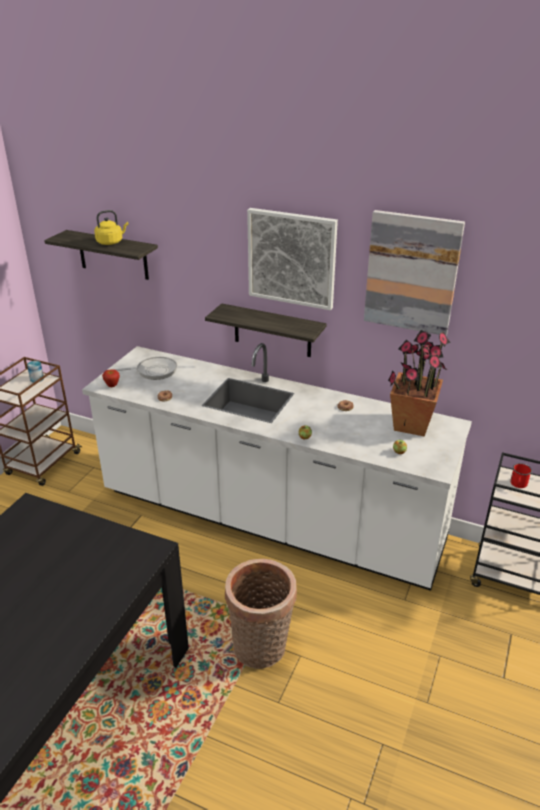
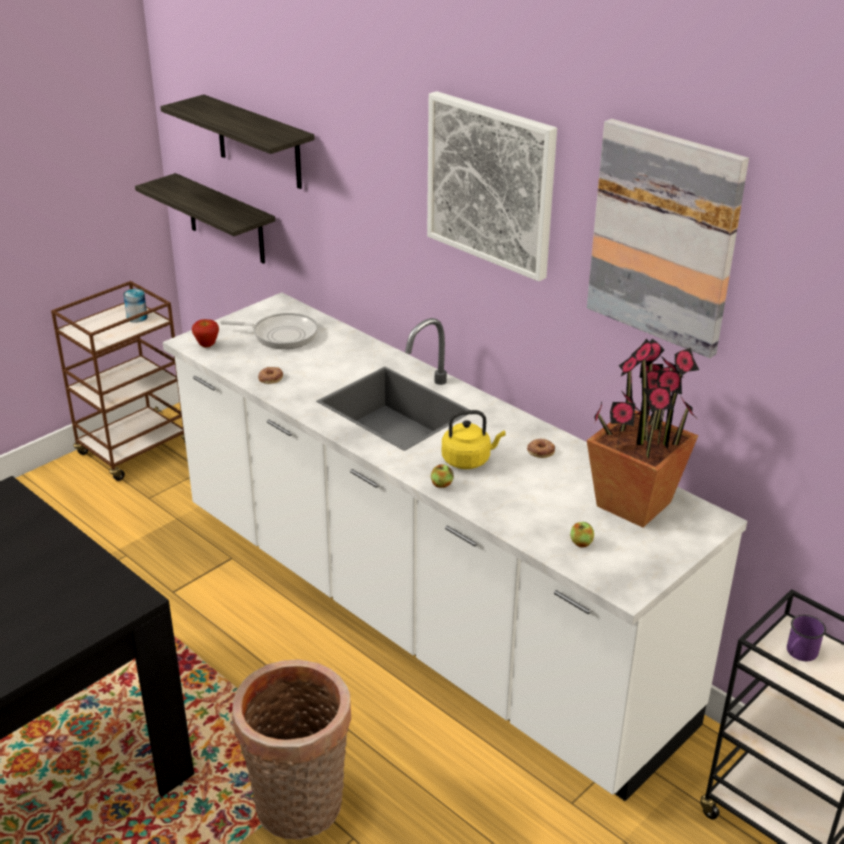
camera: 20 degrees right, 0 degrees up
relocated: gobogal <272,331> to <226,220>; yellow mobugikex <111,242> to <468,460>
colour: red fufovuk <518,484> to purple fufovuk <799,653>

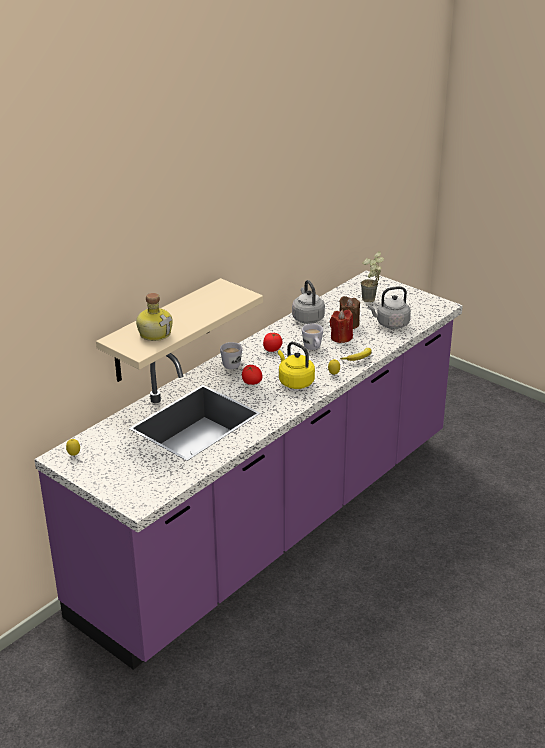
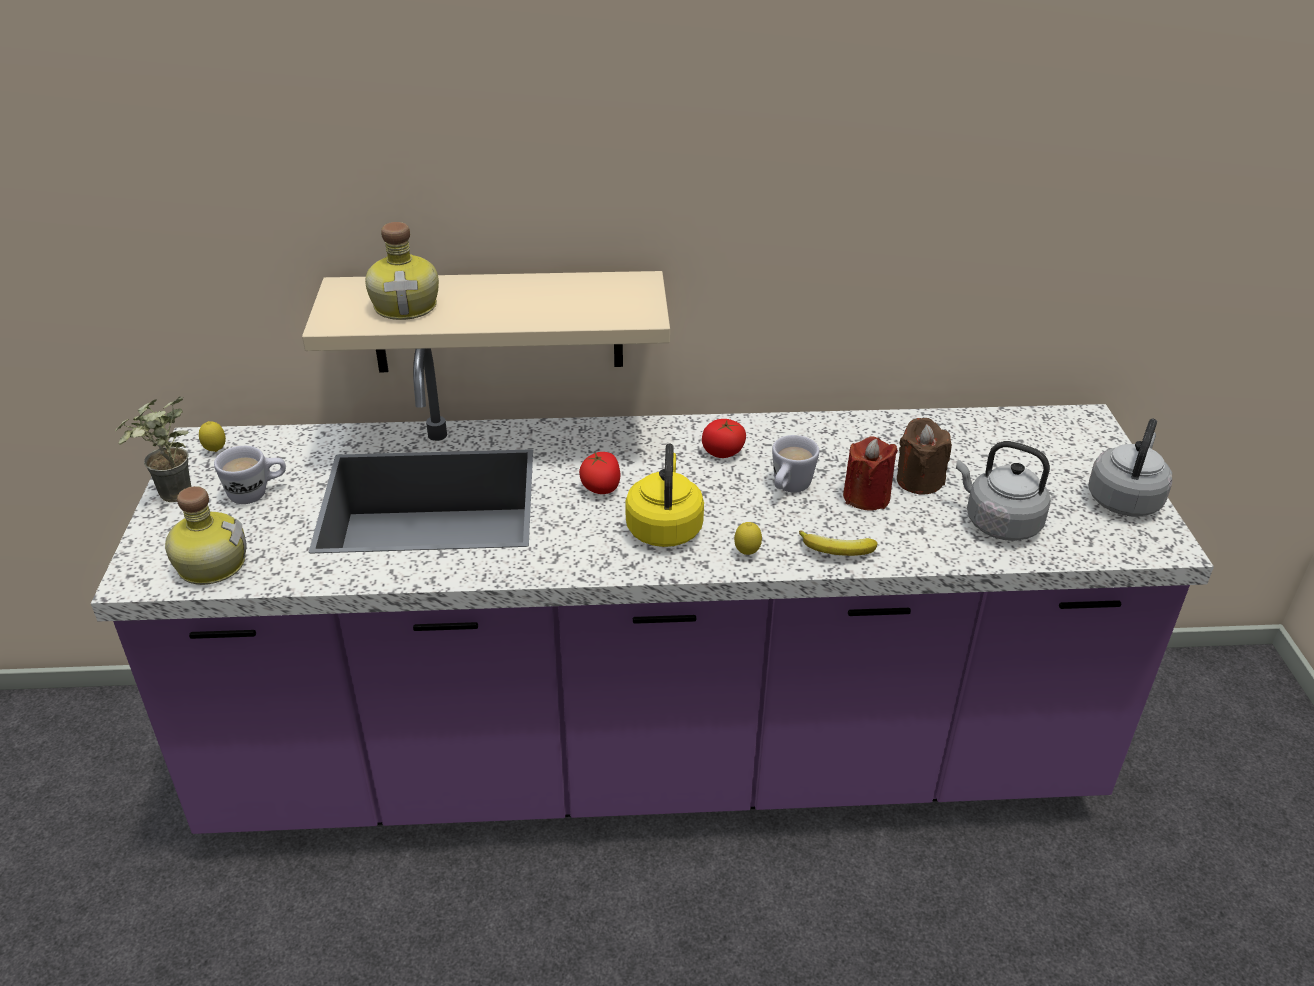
camera: 45 degrees right, 5 degrees up
appeared: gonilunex <210,564>
relocated: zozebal <371,301> to <172,500>; white fufovuk <233,363> to <257,493>; grey mobugikex <307,318> to <1124,499>

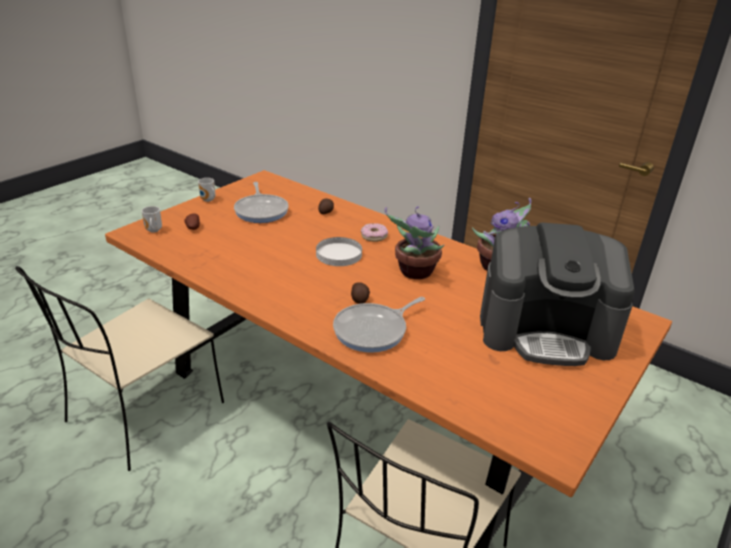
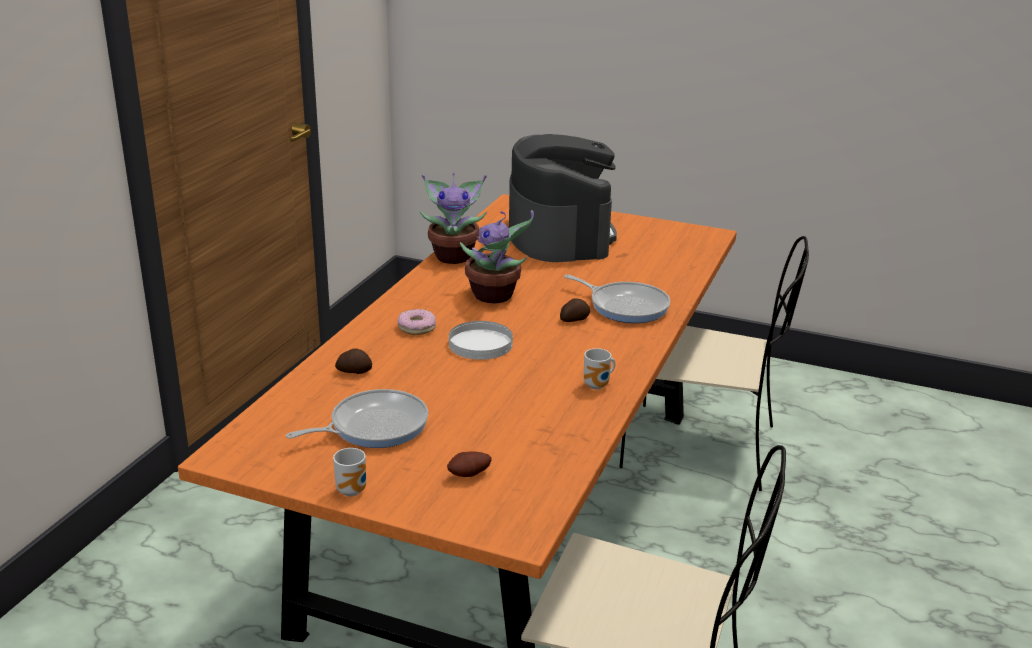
camera: 105 degrees left, 5 degrees down
relocated: fufovuk <153,231> to <598,386>

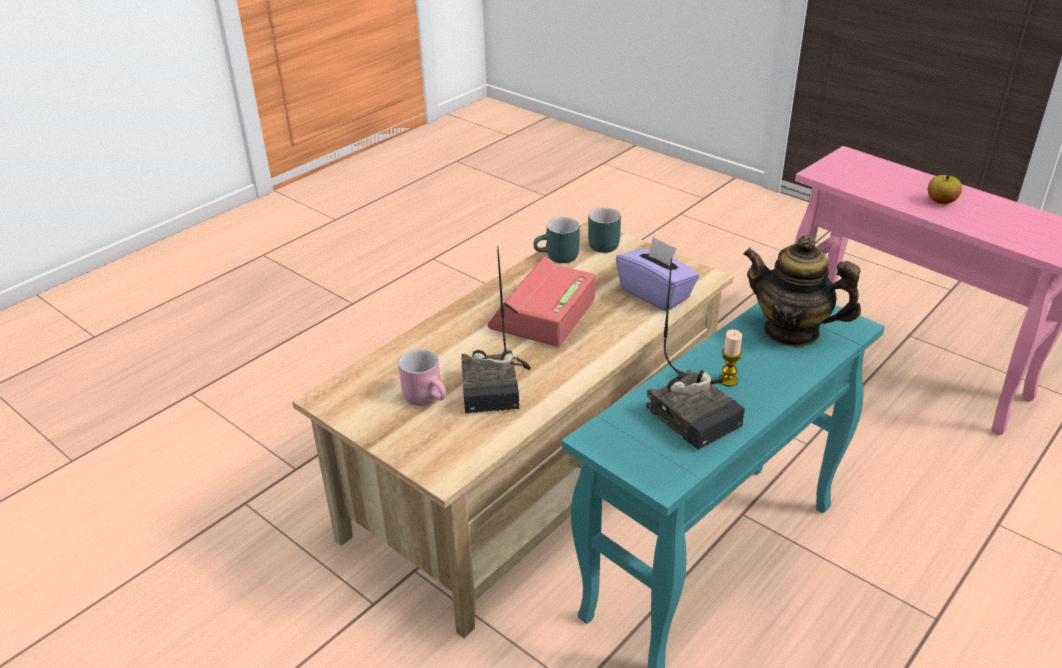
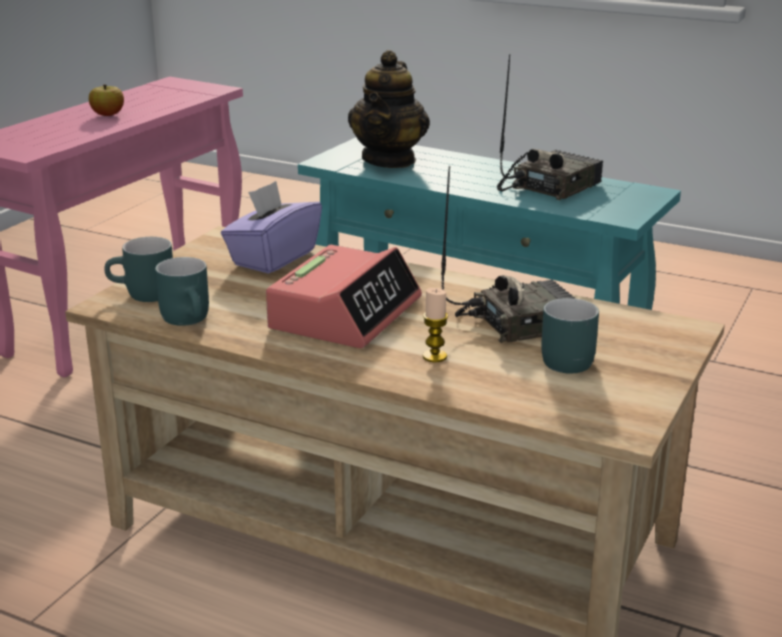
camera: 105 degrees left, 10 degrees down
relocated: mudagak <728,380> to <434,356>
colour: pink fufovuk <428,397> to turquoise fufovuk <567,358>
spun: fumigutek <543,314> = <345,313> 75 degrees counterclockwise

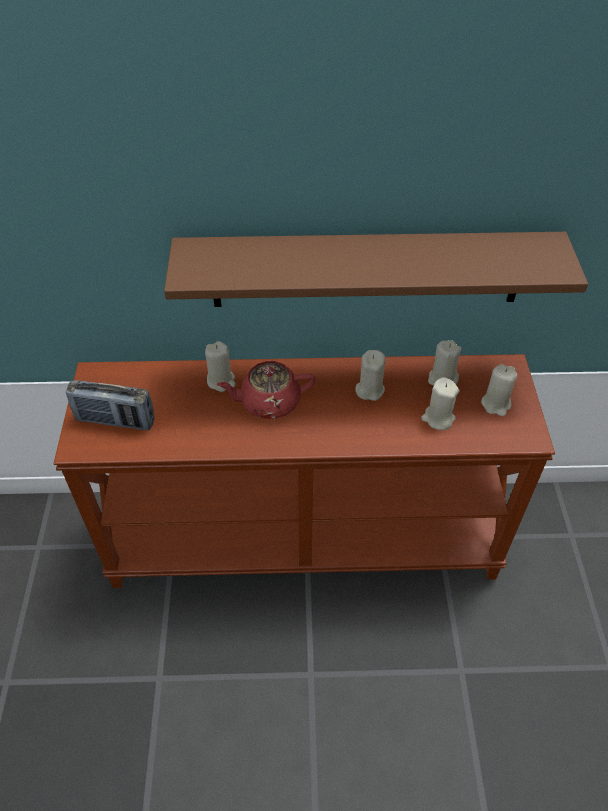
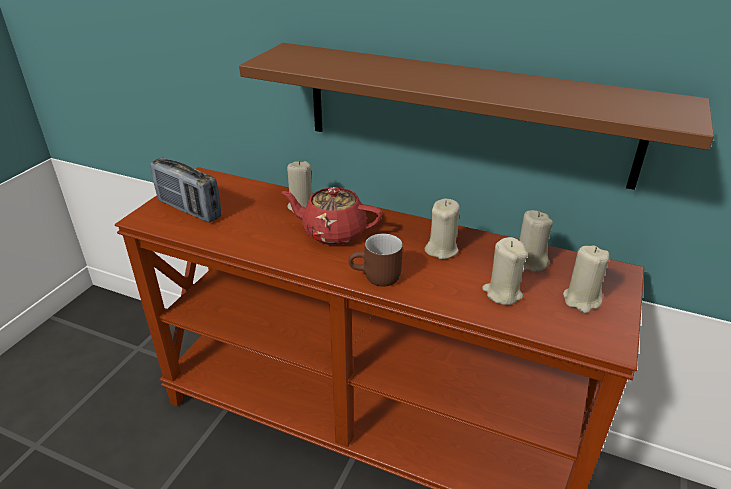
camera: 25 degrees right, 15 degrees down
appeared: brown fufovuk <376,278>

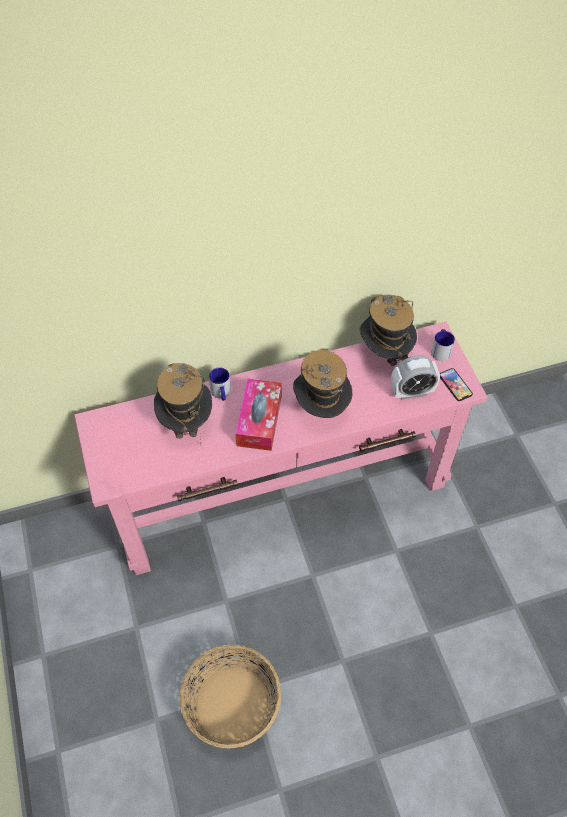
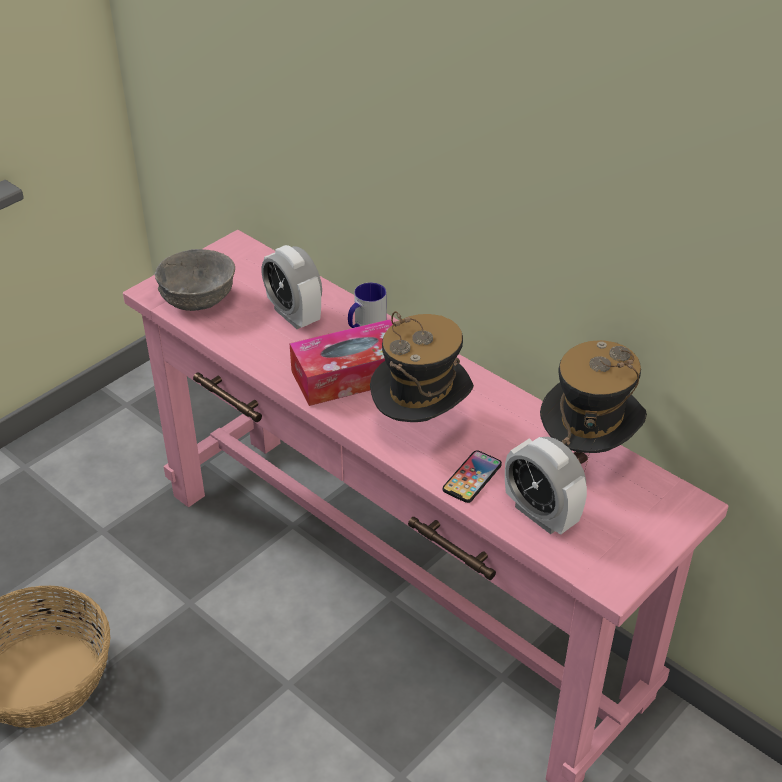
camera: 60 degrees right, 15 degrees down
missing: fufovuk <440,350>
appeared: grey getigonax <198,301>
relocated: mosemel <455,385> to <472,477>
exchanged: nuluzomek <186,423> to fumigutek <294,315>

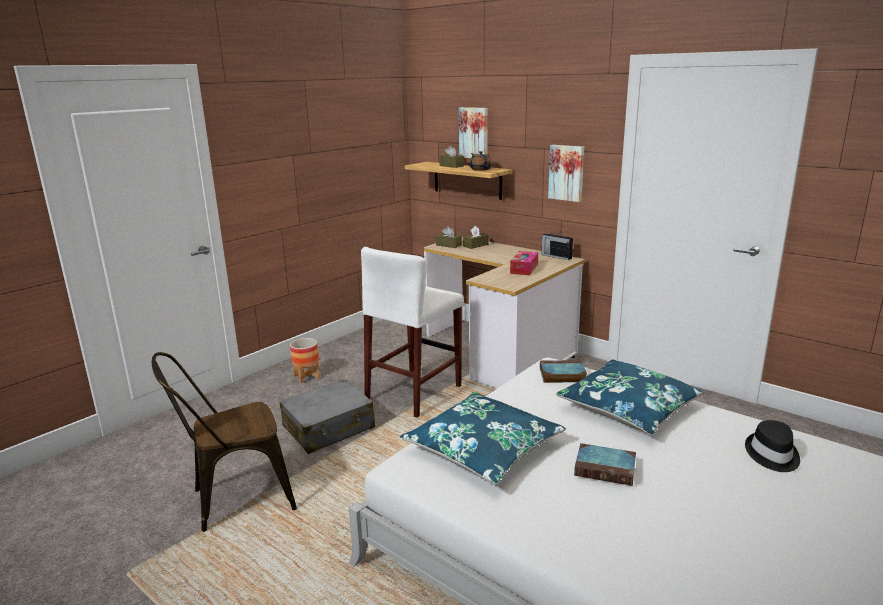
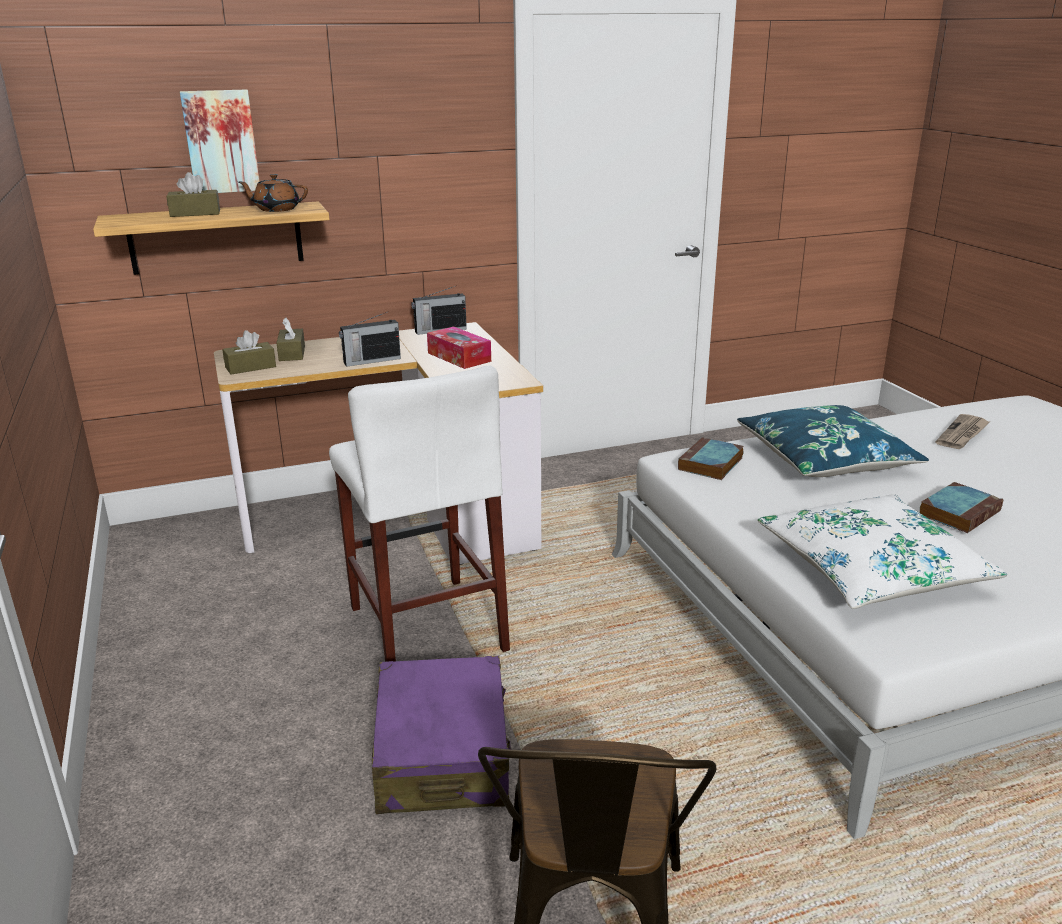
camera: 60 degrees left, 5 degrees up
missing: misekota <307,377>; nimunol <567,172>
appeared: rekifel <371,361>
exchanged: black nuluzomek <772,455> to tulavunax <962,434>
colour: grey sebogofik <329,428> to purple sebogofik <443,755>; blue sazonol <483,449> to white sazonol <872,569>

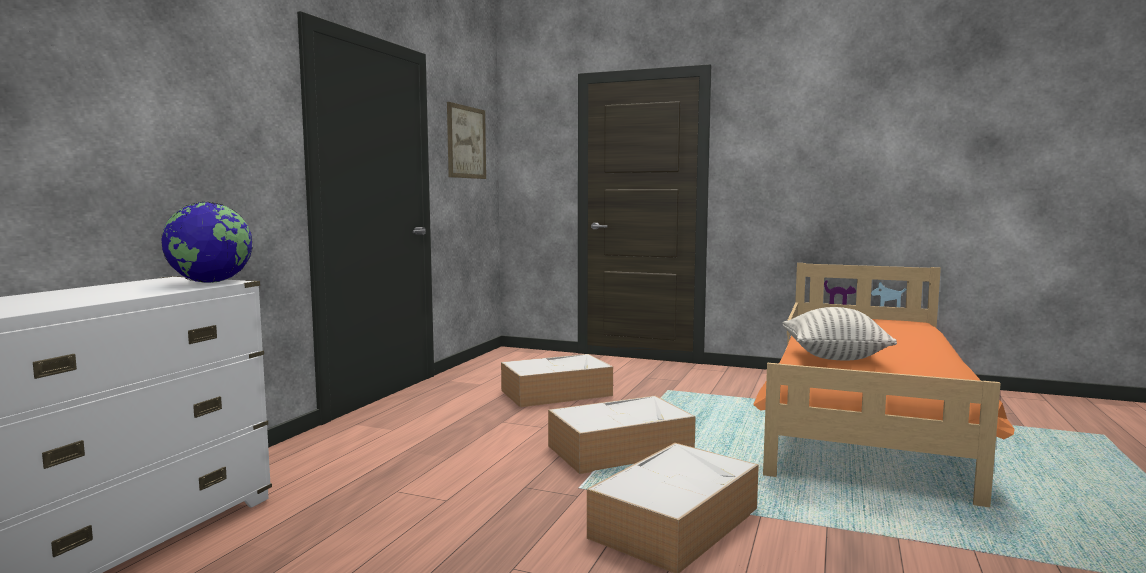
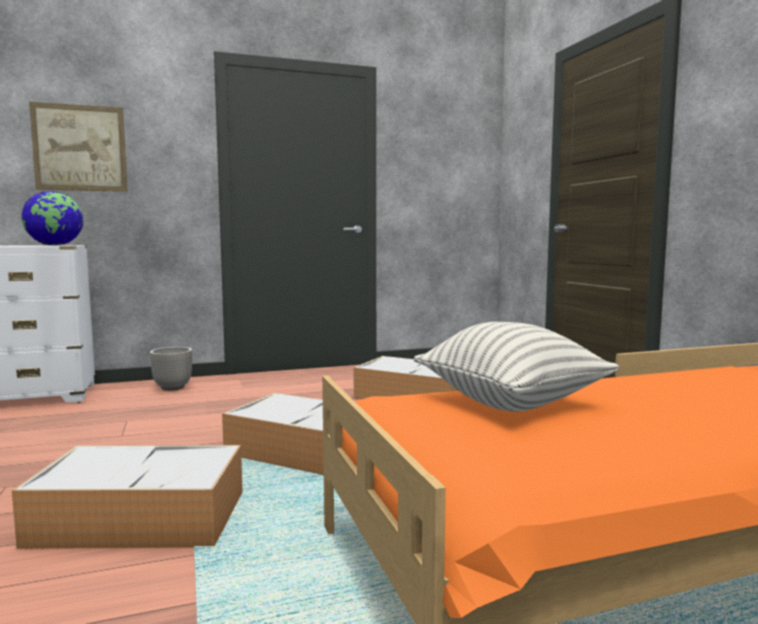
camera: 50 degrees right, 0 degrees up
appeared: misekota <173,388>
relocated: nimunol <466,142> to <80,148>

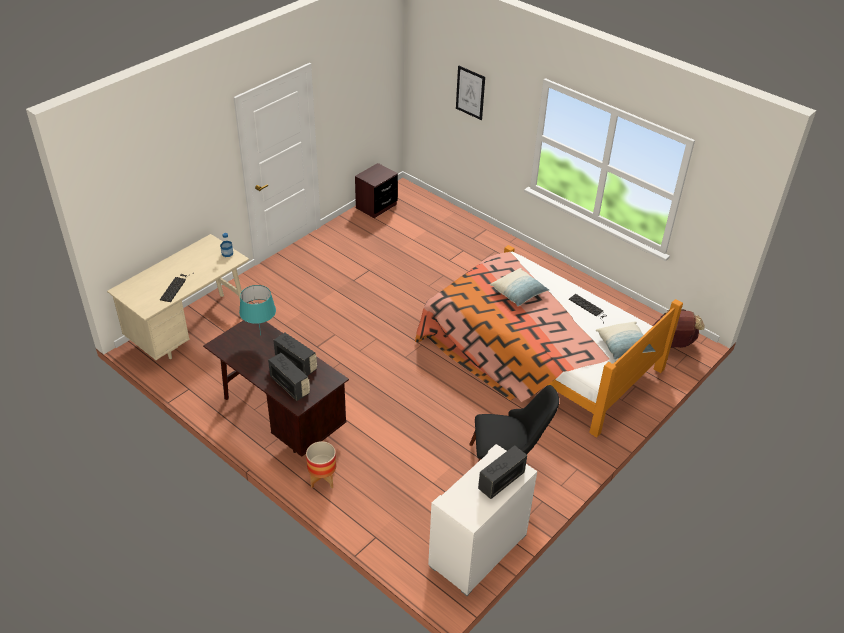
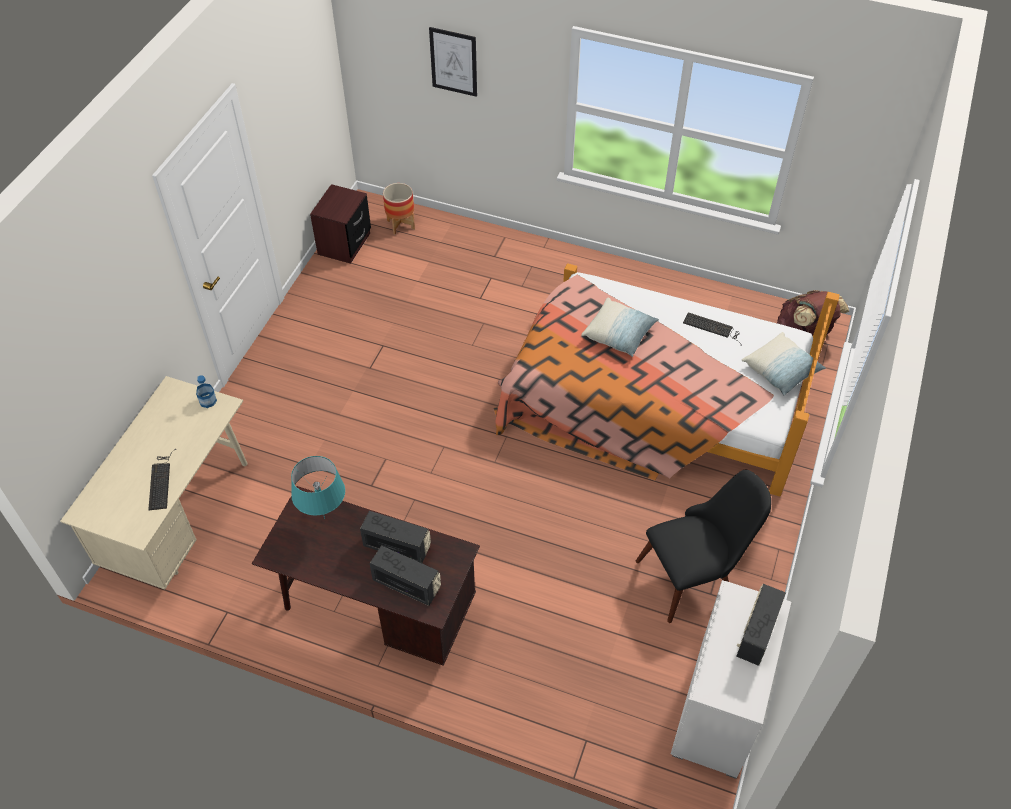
camera: 20 degrees left, 10 degrees up
relocated: misekota <322,479> to <400,224>

